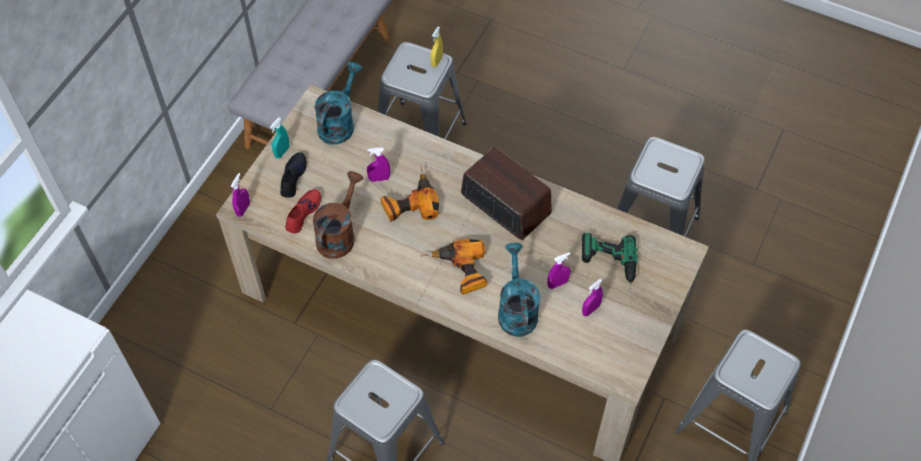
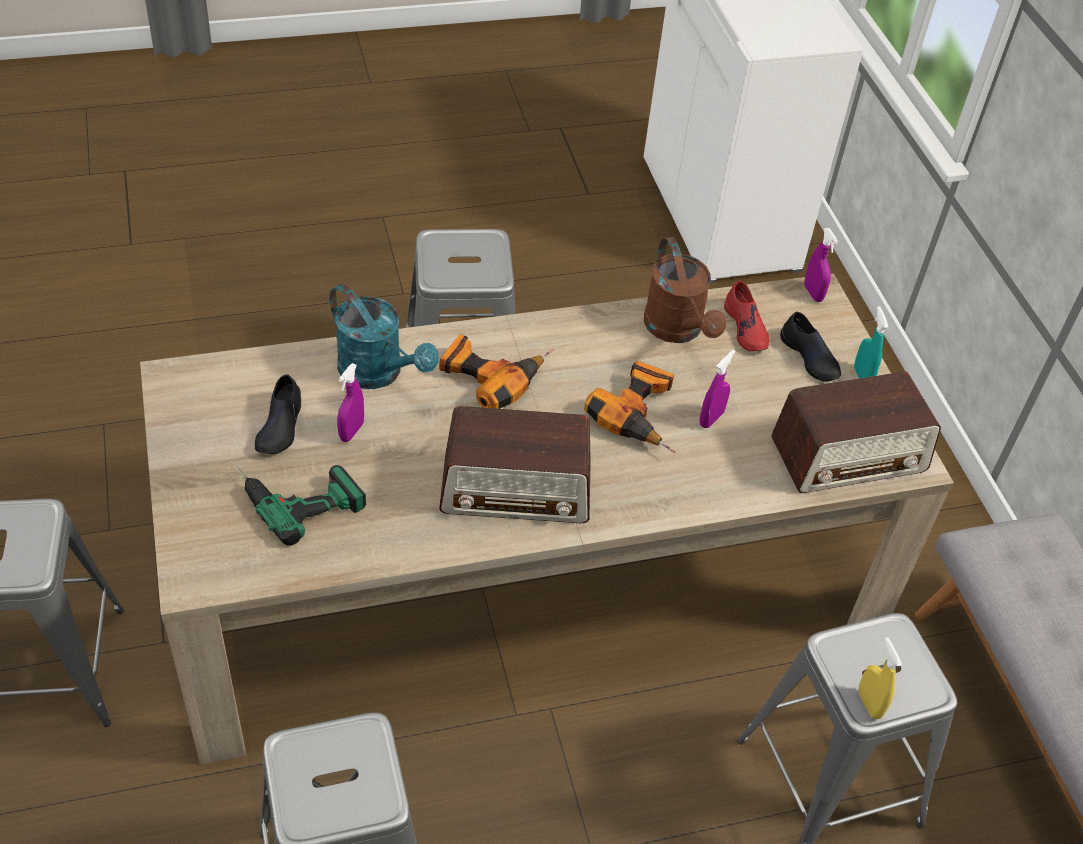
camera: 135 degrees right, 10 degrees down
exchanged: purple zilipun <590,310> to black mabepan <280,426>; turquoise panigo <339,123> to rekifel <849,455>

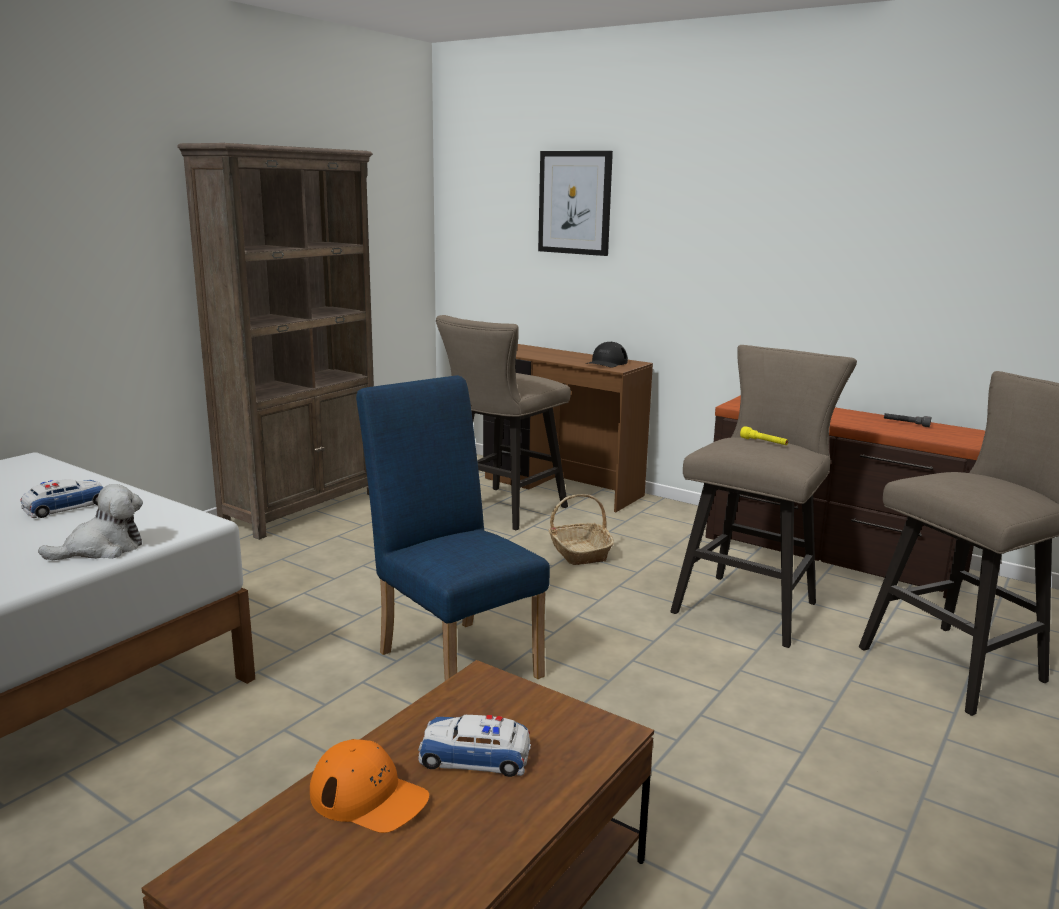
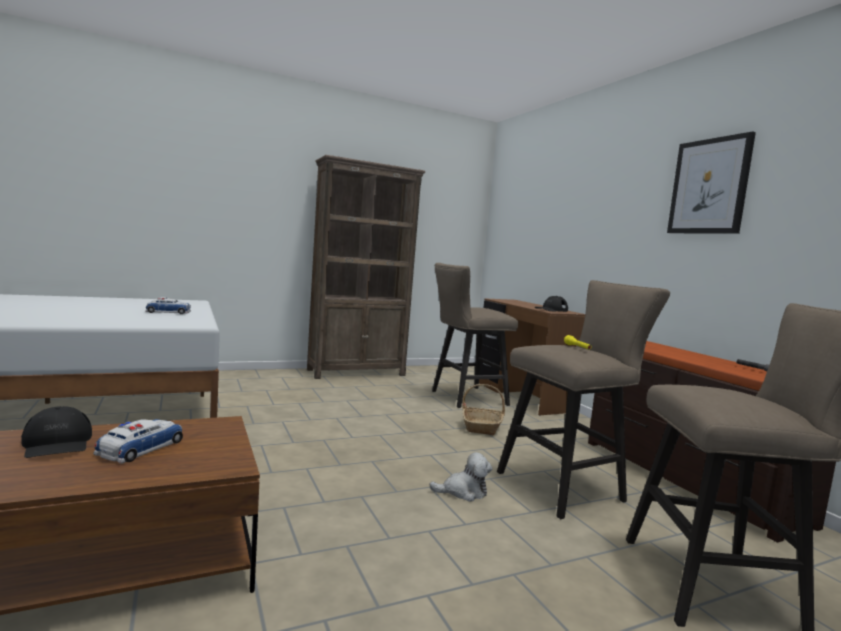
camera: 30 degrees right, 10 degrees down
missing: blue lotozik <454,657>
relocated: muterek <102,549> to <463,492>; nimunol <575,203> to <709,186>
colour: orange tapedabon <369,797> to black tapedabon <57,443>
spun: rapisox <475,756> = <141,448> 75 degrees clockwise

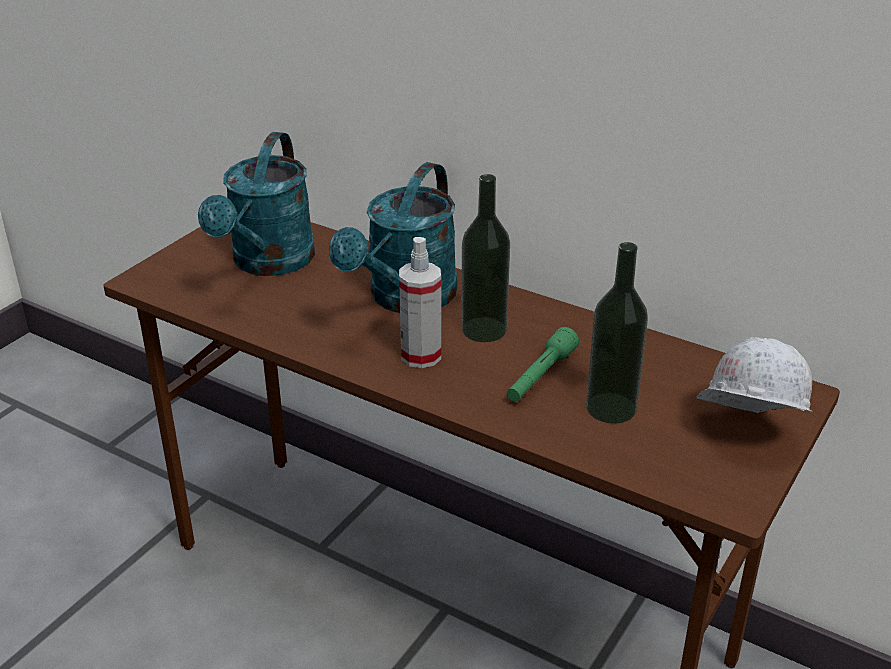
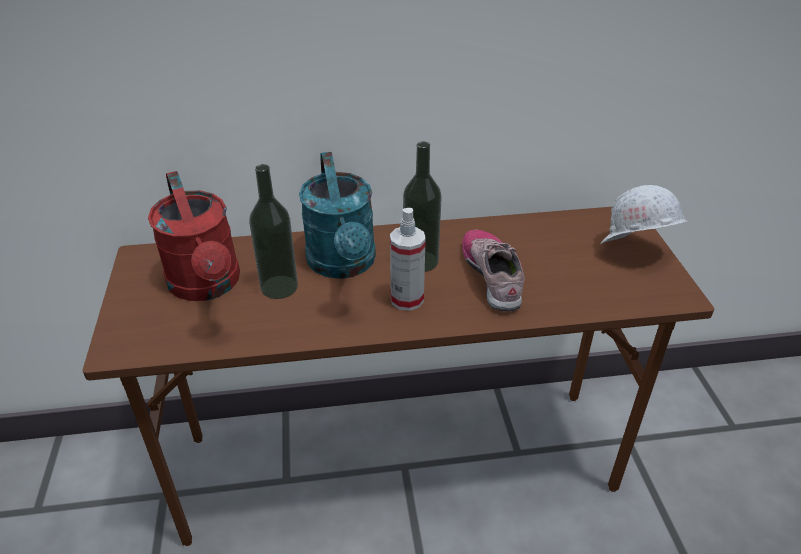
camera: 40 degrees left, 5 degrees up
relocated: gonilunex <611,408> to <279,287>
exchanged: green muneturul <540,376> to mabepan <493,275>
colour: turquoise panigo <268,263> to red panigo <208,286>

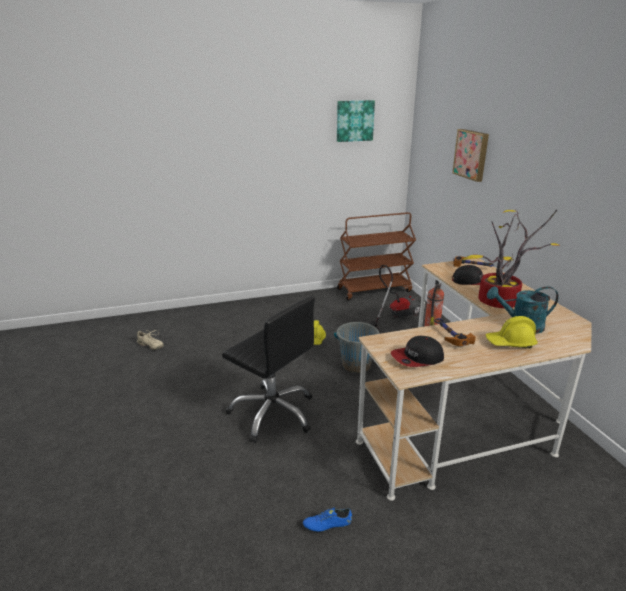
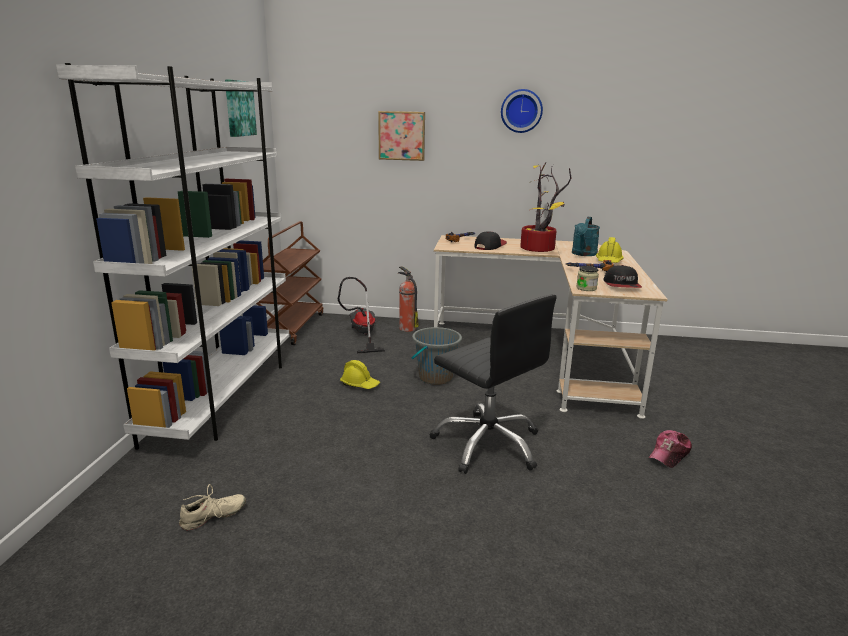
camera: 65 degrees left, 5 degrees down
appeared: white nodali <223,396>; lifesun <521,111>; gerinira <586,288>
exchanged: blue mabepan <327,525> to tapedabon <669,454>
spun: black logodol <273,413> = <488,444> 75 degrees clockwise

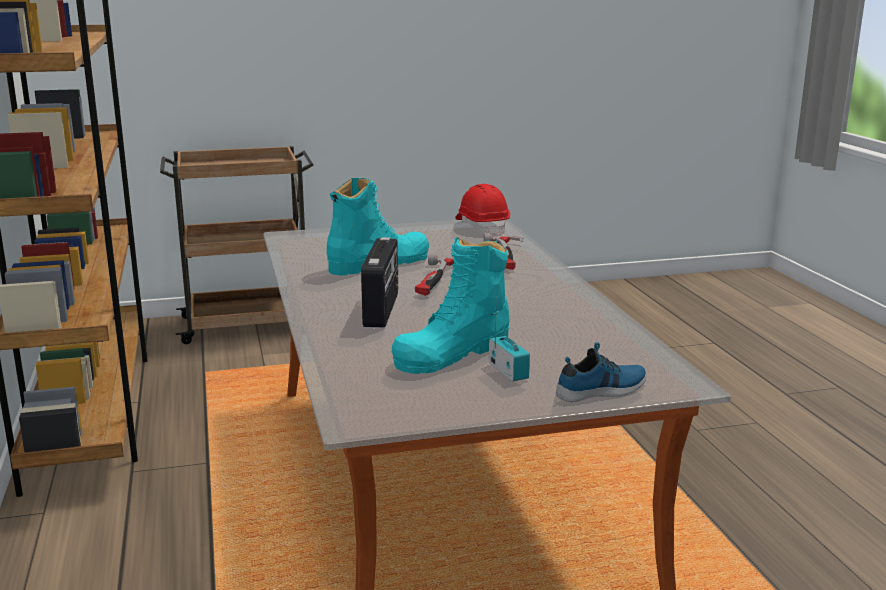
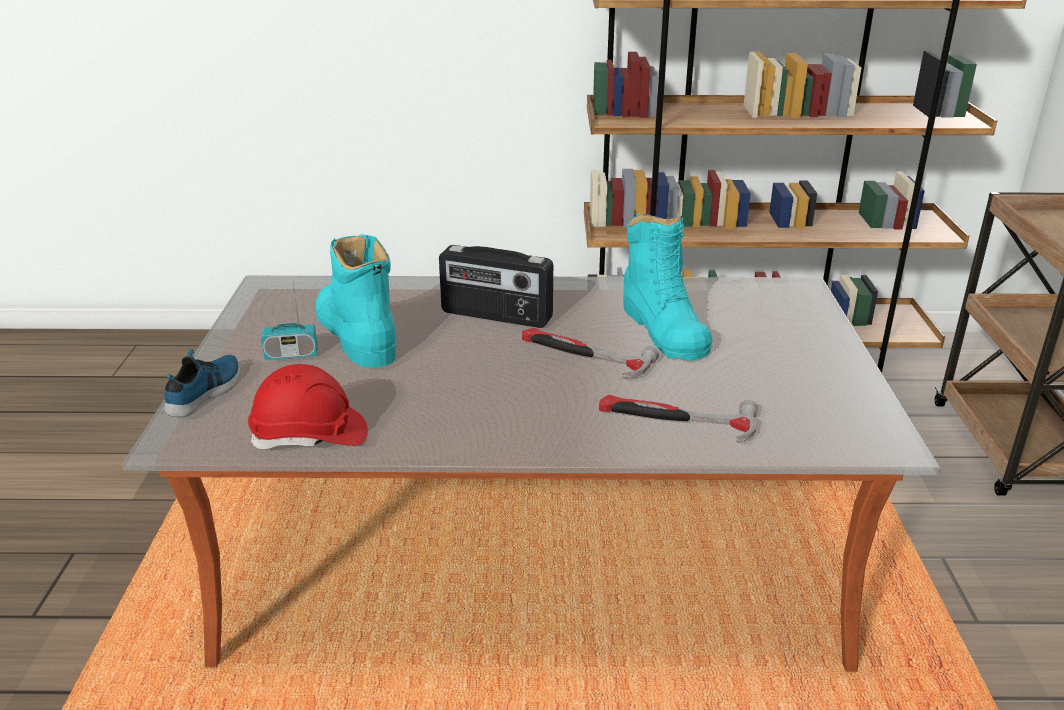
camera: 105 degrees right, 10 degrees up
relocated: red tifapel <482,227> to <310,437>
spun: mabepan <602,390> = <206,392> 150 degrees counterclockwise

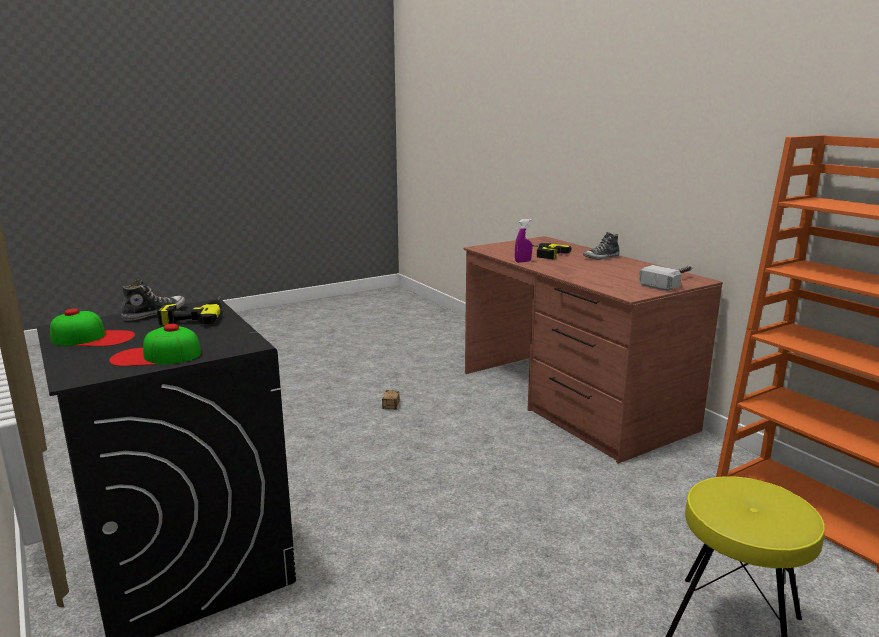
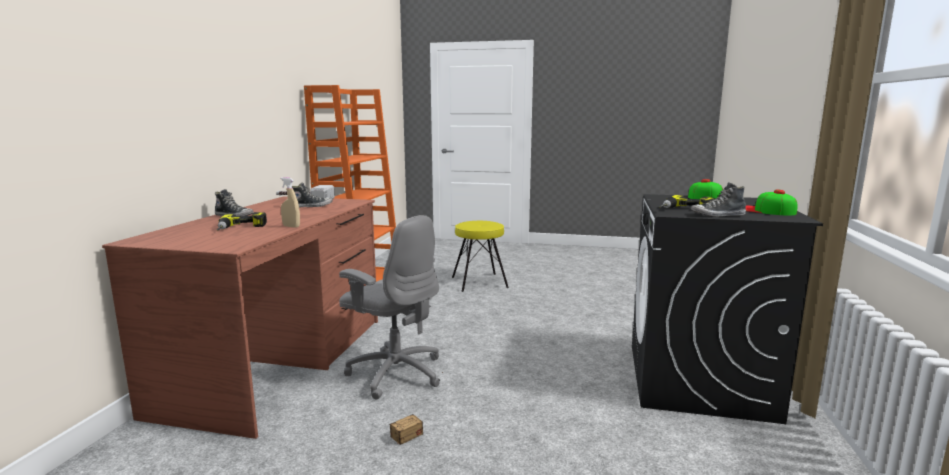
camera: 135 degrees left, 5 degrees down
appeared: mabepan <311,206>; grey logodol <395,373>
colour: purple zilipun <523,261> to beige zilipun <291,226>

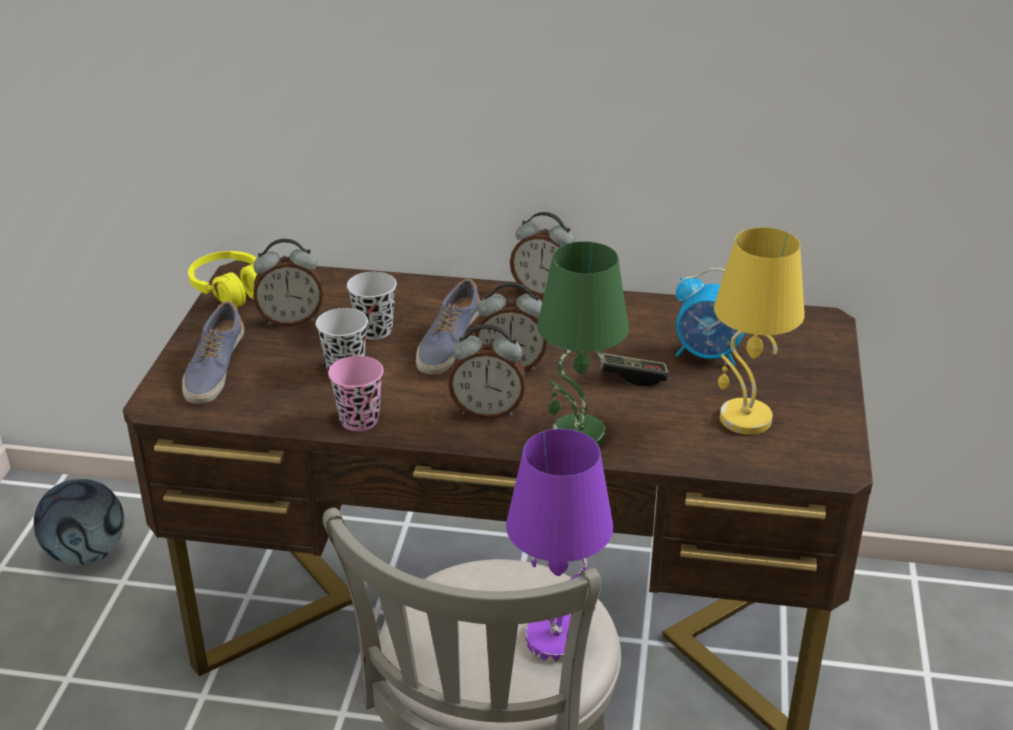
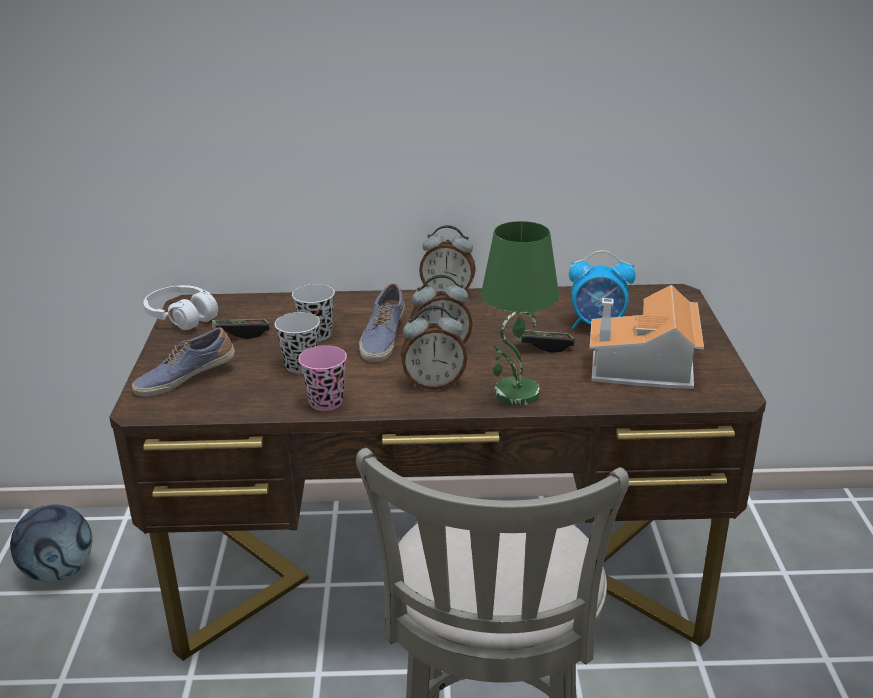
camera: 10 degrees left, 5 degrees down
missing: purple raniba <558,638>
exchanged: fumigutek <291,320> to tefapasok <241,334>; yellow raniba <743,419> to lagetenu <645,367>
colour: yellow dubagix <231,290> to white dubagix <182,317>
spun: mabepan <214,371> = <185,378> 60 degrees clockwise

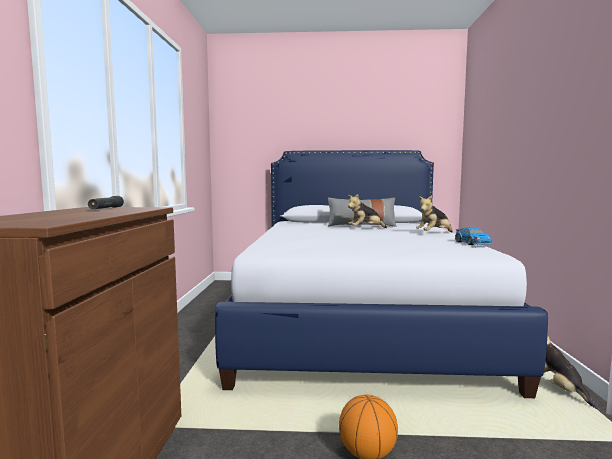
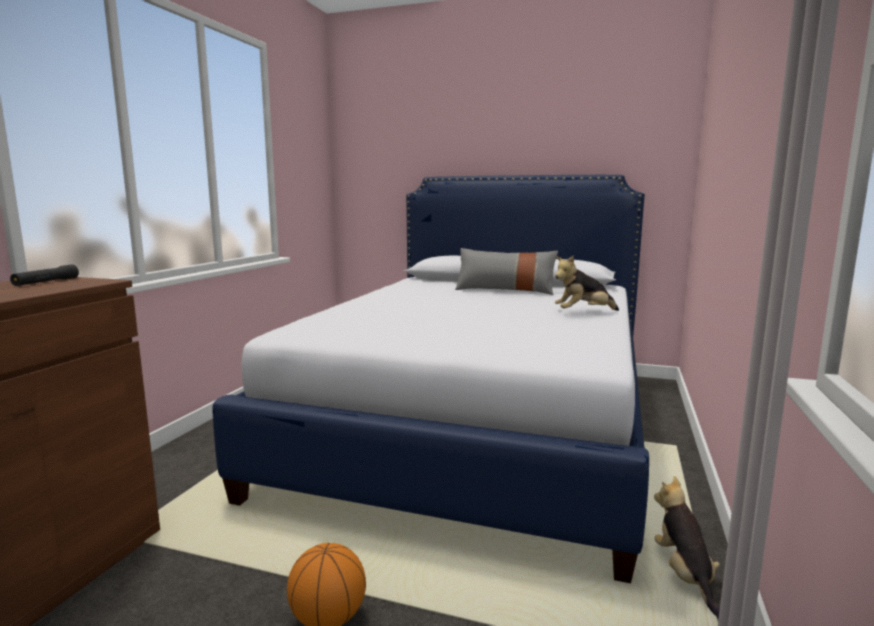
camera: 15 degrees right, 5 degrees up
missing: muterek <365,229>; rapisox <473,243>

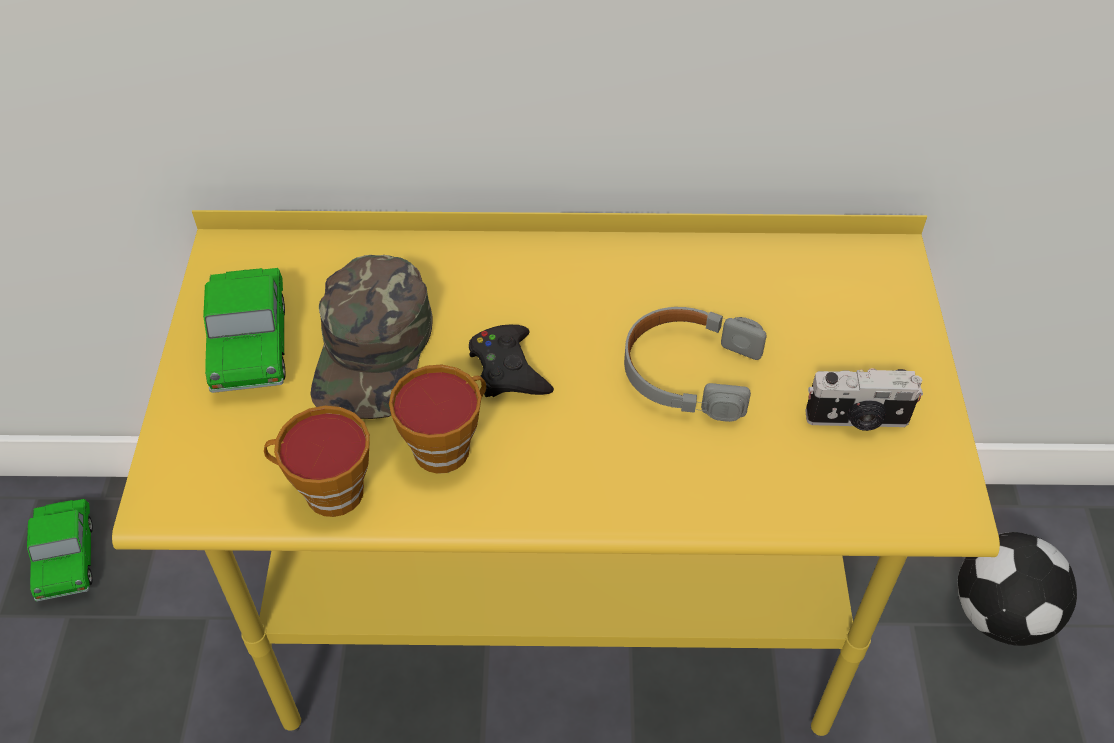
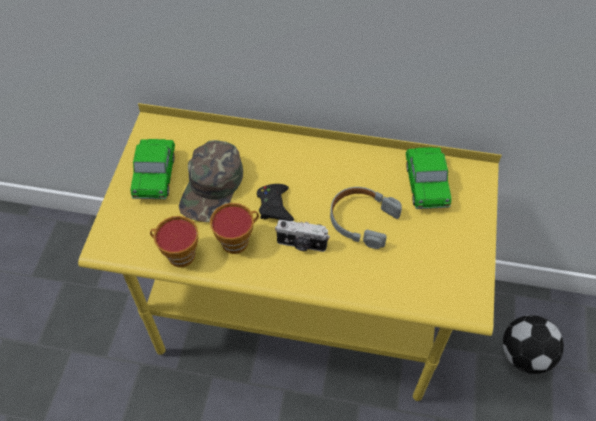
camera: 10 degrees right, 5 degrees up
relocated: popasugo <857,420> to <301,244>; rapisox <67,558> to <425,185>

